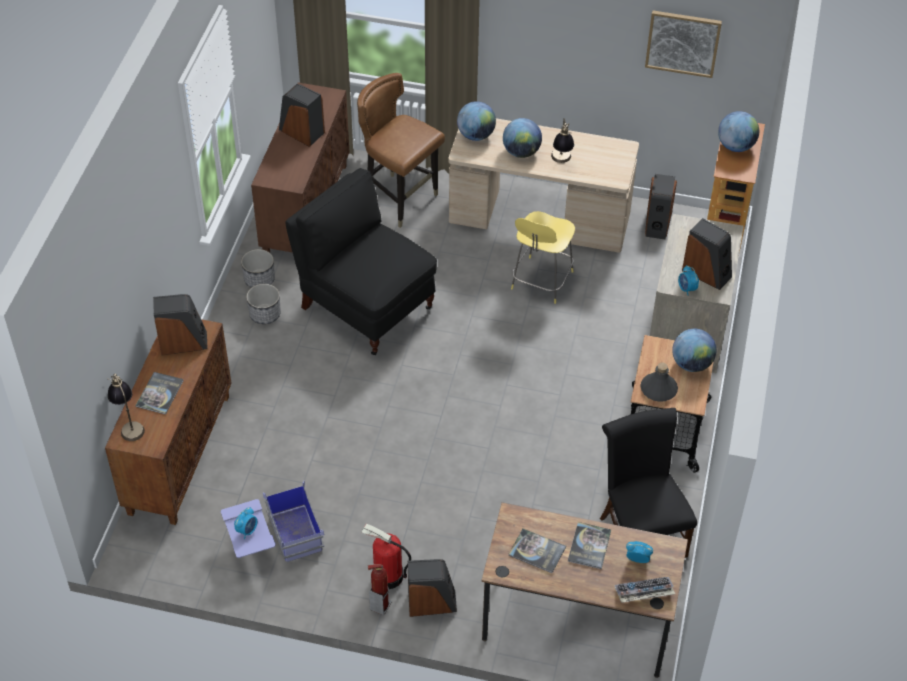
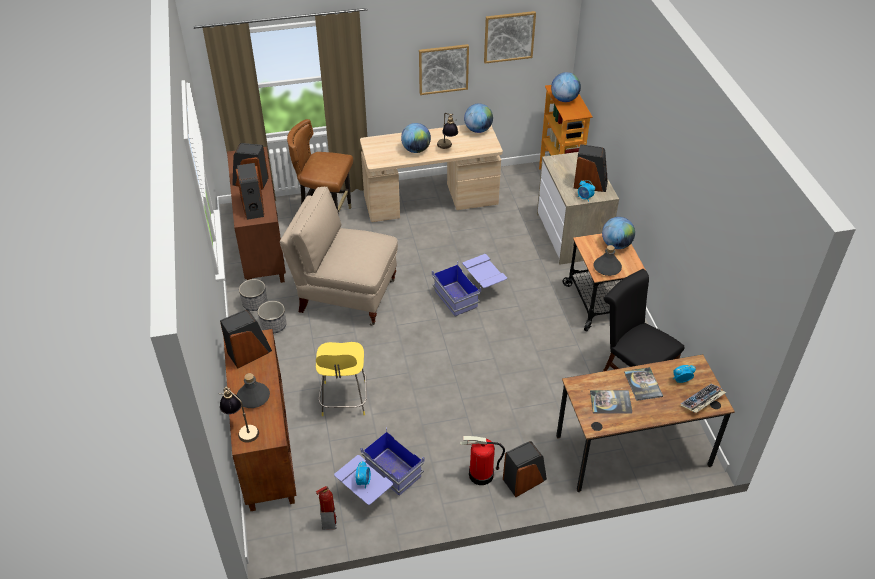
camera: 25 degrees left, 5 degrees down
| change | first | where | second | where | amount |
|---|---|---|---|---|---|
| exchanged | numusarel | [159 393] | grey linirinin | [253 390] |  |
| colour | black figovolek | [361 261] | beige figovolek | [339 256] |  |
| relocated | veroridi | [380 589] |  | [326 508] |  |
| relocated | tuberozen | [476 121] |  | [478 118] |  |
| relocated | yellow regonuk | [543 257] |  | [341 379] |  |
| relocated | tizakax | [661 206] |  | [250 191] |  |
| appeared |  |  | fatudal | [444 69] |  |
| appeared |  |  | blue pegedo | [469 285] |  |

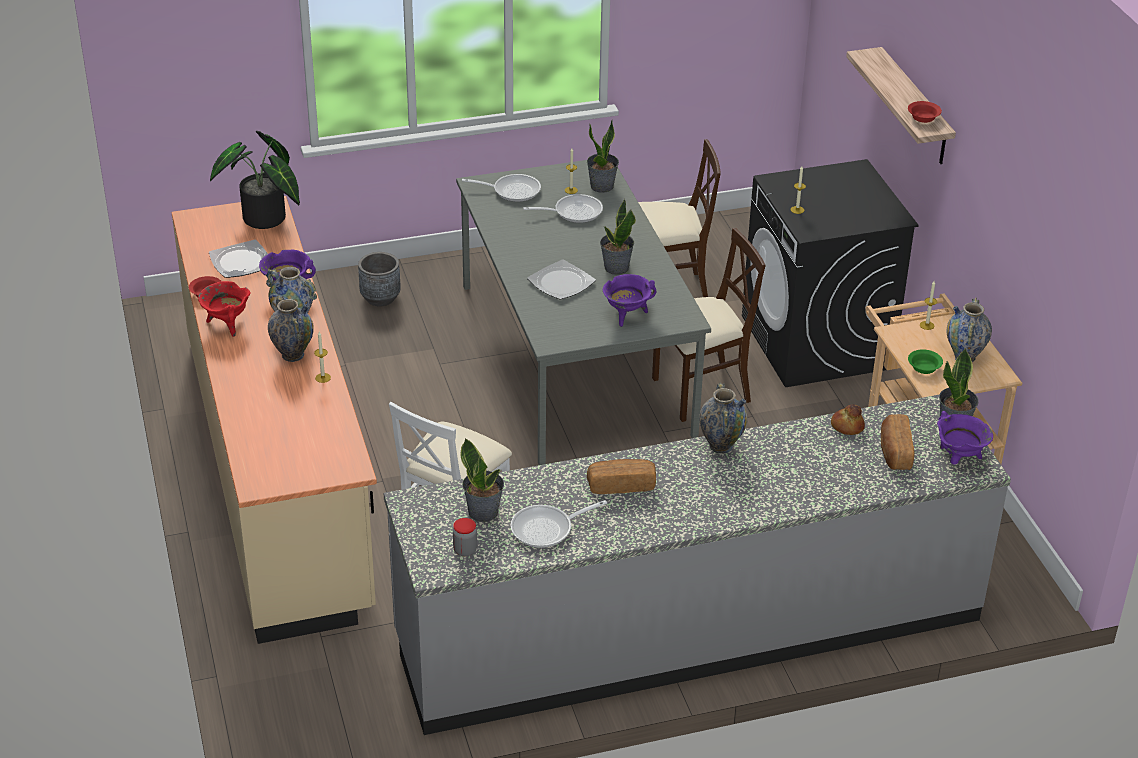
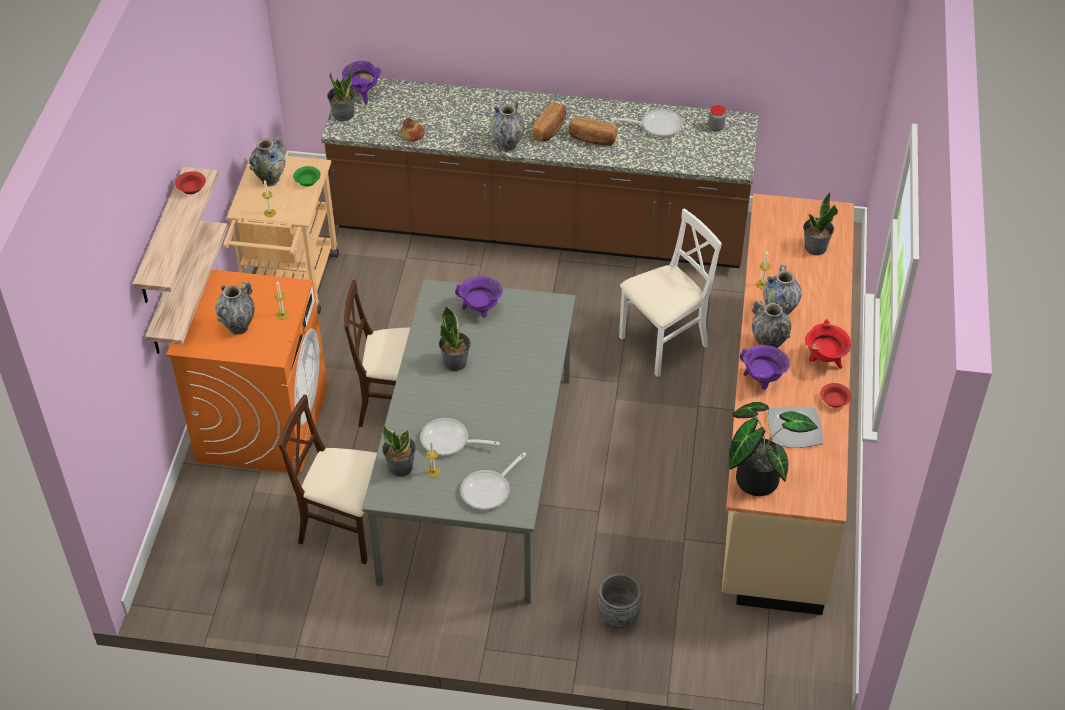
camera: 155 degrees left, 10 degrees up
| change | first | where | second | where | amount |
|---|---|---|---|---|---|
| colour | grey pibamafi | [697 565] | brown pibamafi | [540 172] |  |
| relocated | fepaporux | [482 480] |  | [820 223] |  |
| spun | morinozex | [501 188] |  | [493 481] | 75 degrees counterclockwise |
| missing | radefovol | [561 279] |  |  |  |
| colour | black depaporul | [830 273] | orange depaporul | [247 372] |  |
| relocated | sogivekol | [897 442] |  | [549 122] |  |
| appeared |  |  | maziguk | [186 287] |  |
| appeared |  |  | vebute | [235 308] |  |

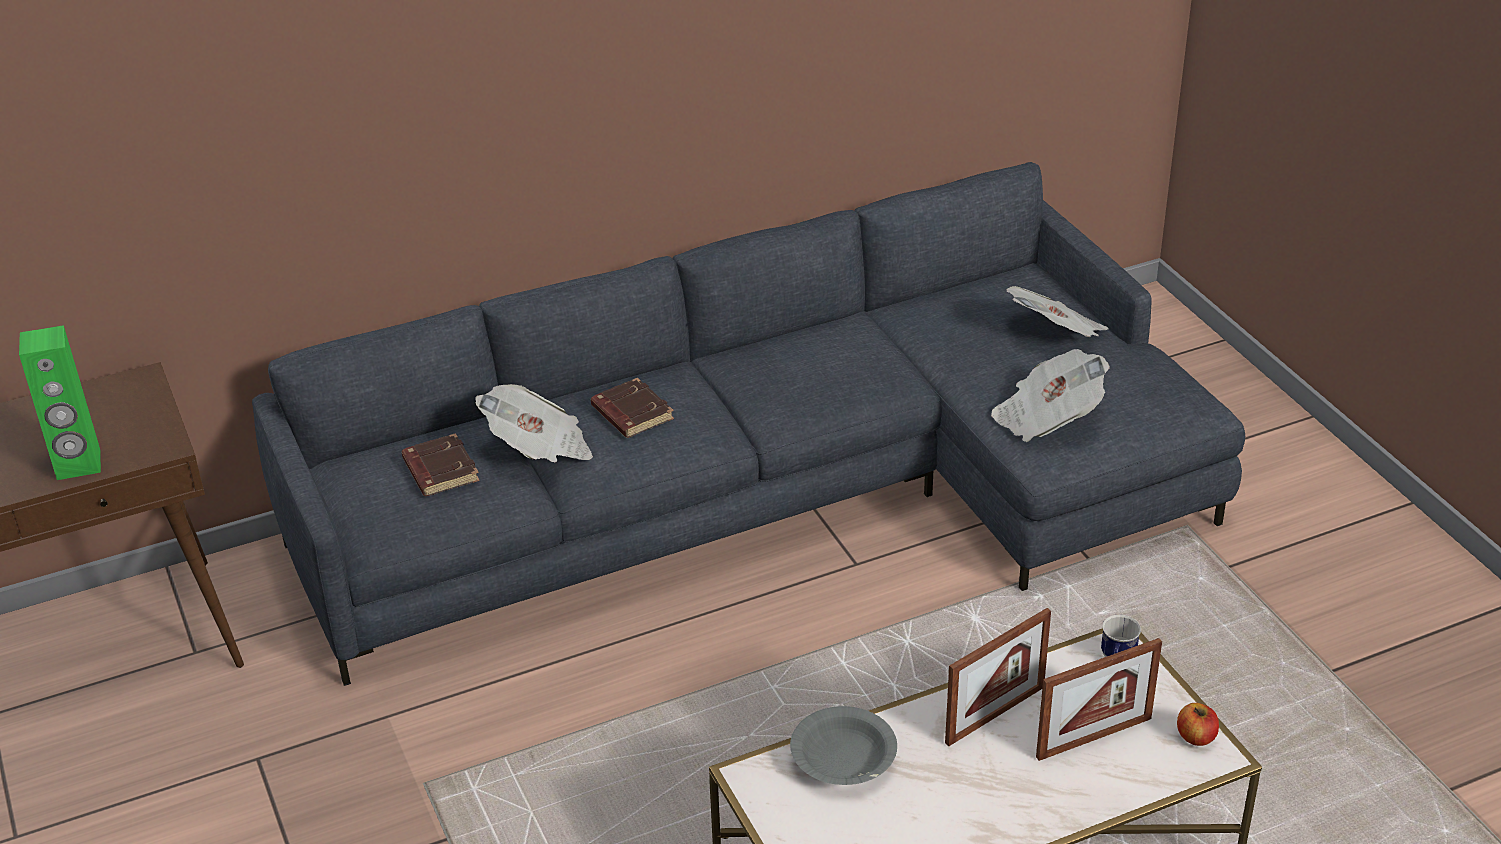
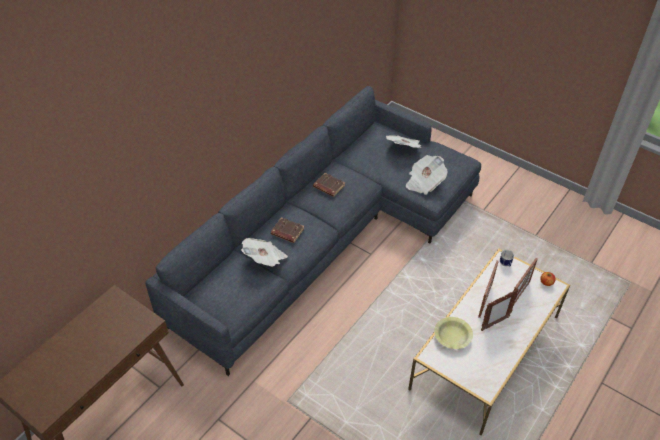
camera: 30 degrees left, 10 degrees up
| change | first | where | second | where | amount |
|---|---|---|---|---|---|
| missing | green tizakax | [60 402] |  |  |  |
| relocated | brown numusarel | [440 464] |  | [329 185] |  |
| colour | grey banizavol | [843 745] | yellow banizavol | [453 333] |  |
| appeared |  |  | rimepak | [500 310] |  |

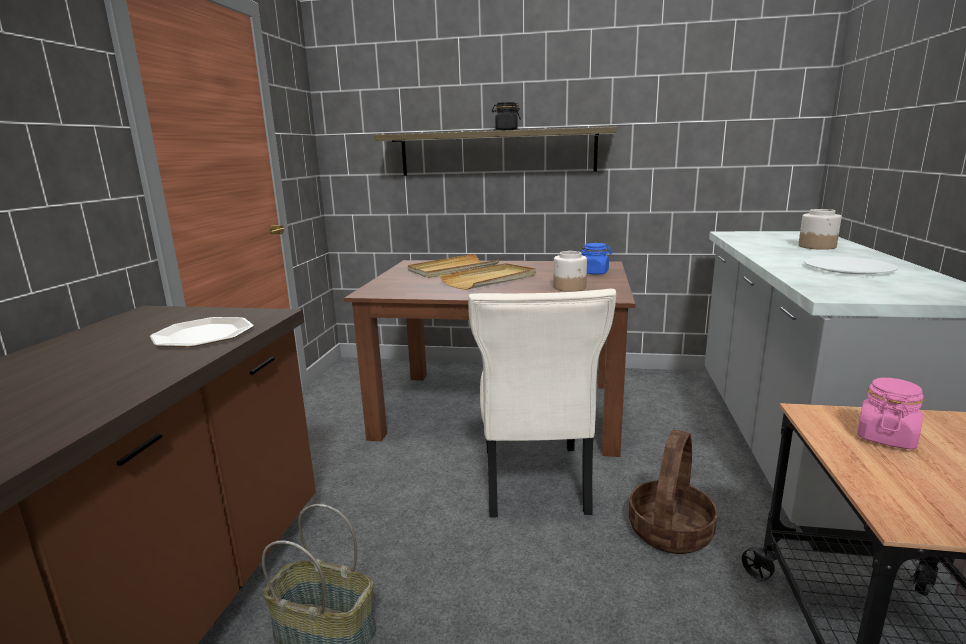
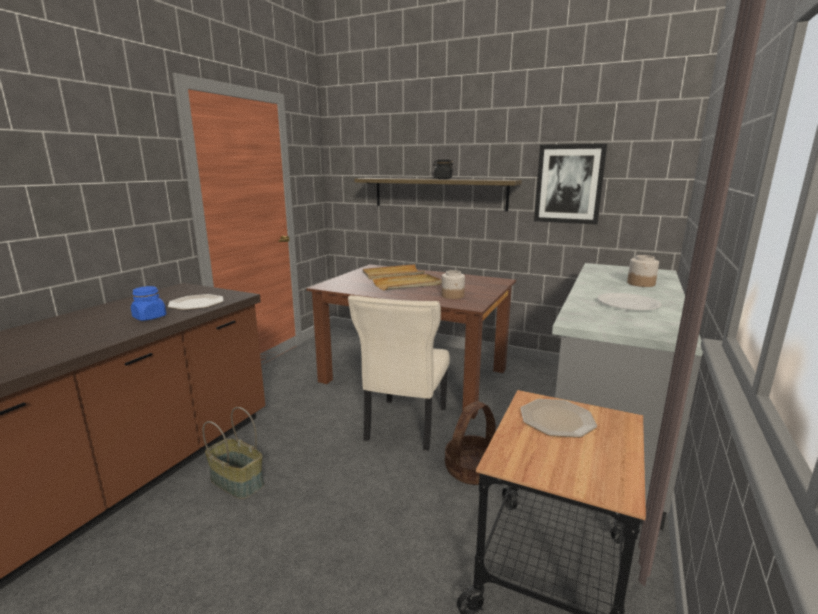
camera: 15 degrees right, 0 degrees up
| change | first | where | second | where | amount |
|---|---|---|---|---|---|
| relocated | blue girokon | [596 259] |  | [149 303] |  |
| exchanged | pink girokon | [890 413] | radefovol | [558 418] |  |
| appeared |  |  | fatudal | [570 184] |  |

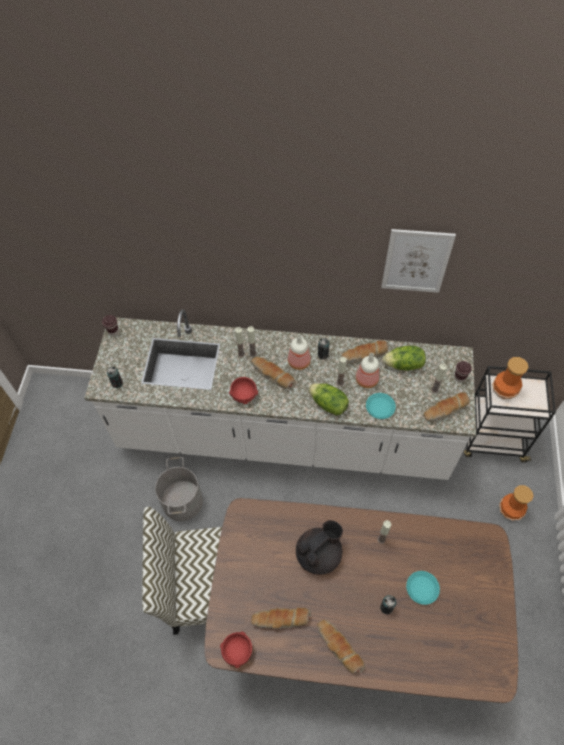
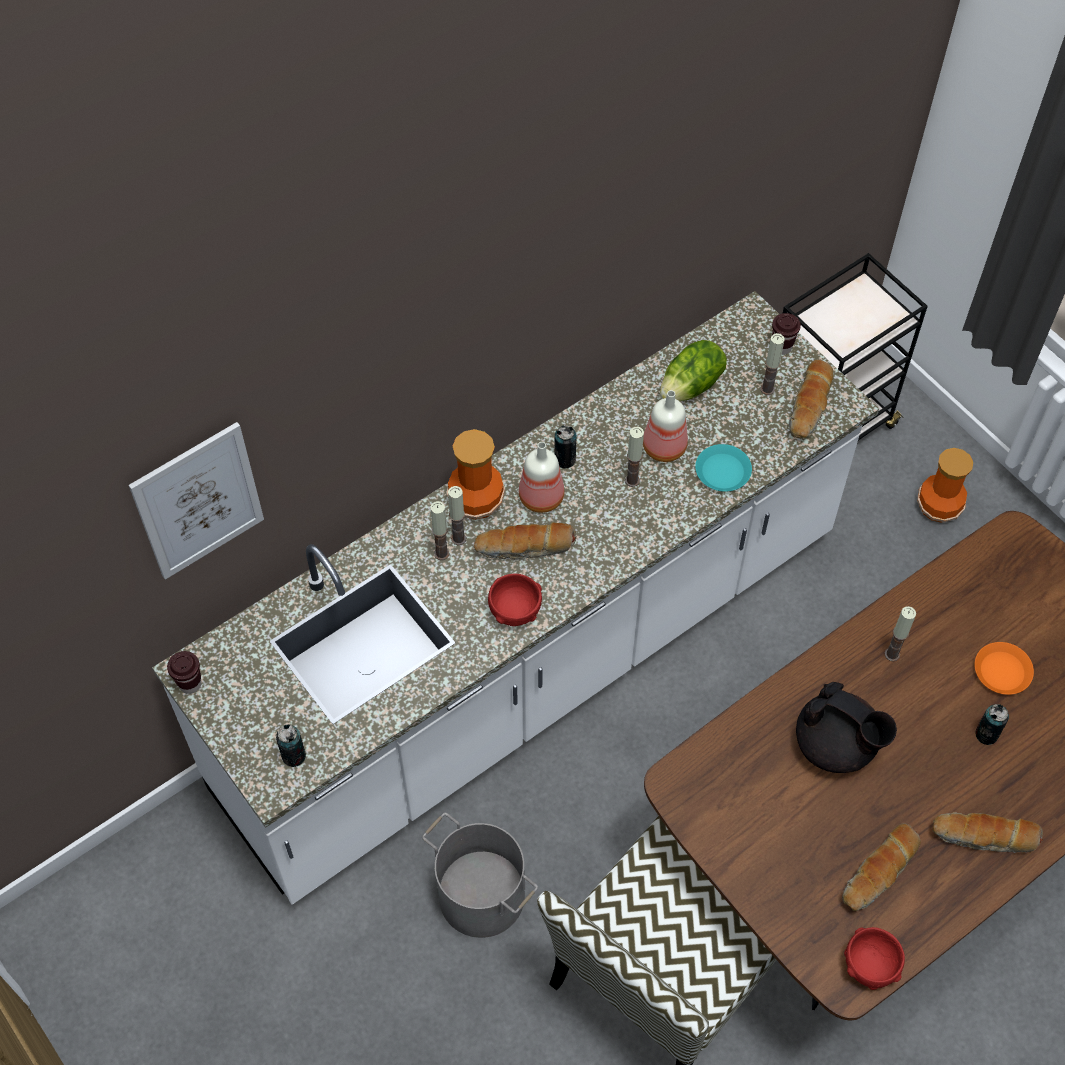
camera: 45 degrees left, 0 degrees up
| change | first | where | second | where | amount |
|---|---|---|---|---|---|
| spun | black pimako | [319 547] |  | [846 727] | 120 degrees clockwise |
| missing | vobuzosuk | [328 399] |  |  |  |
| missing | sogivekol | [365 351] |  |  |  |
| relocated | fatudal | [418 261] |  | [196 501] |  |
| colour | turquoise radefovol | [423 588] | orange radefovol | [1004 668] |  |
| relocated | vebute | [510 378] |  | [476 474] |  |

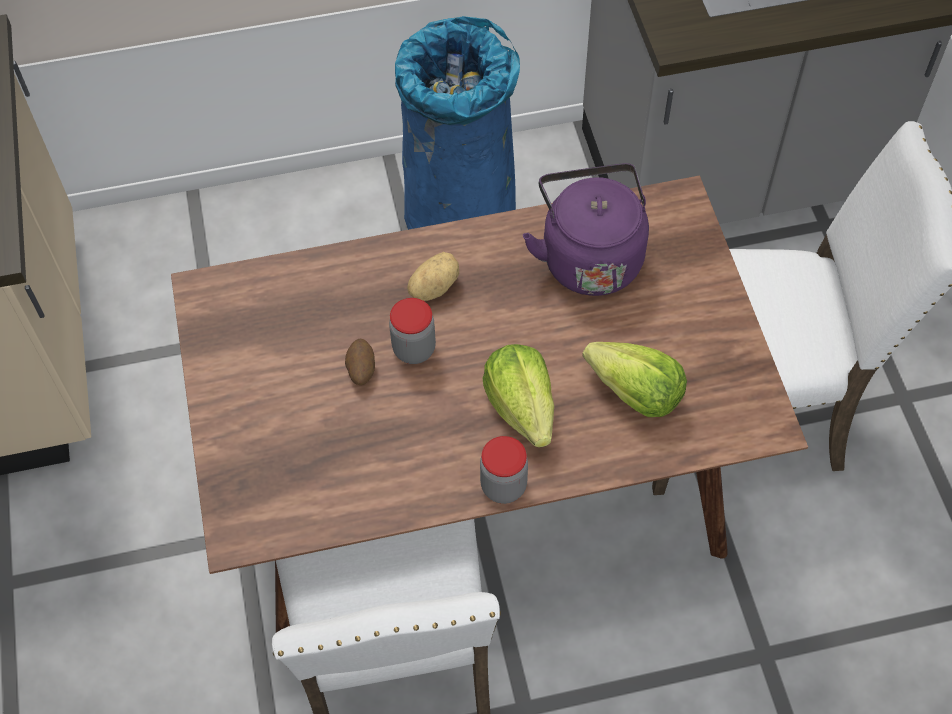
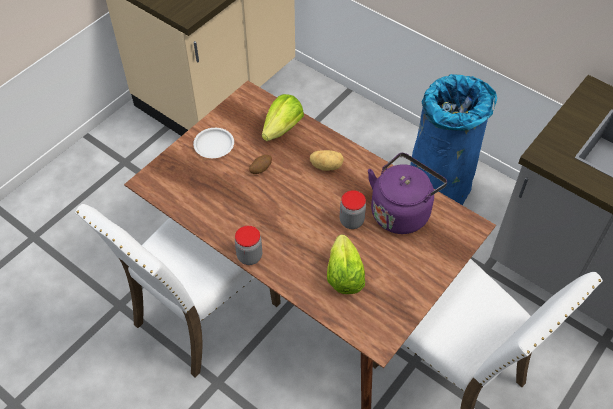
camera: 50 degrees right, 5 degrees down
| change | first | where | second | where | amount |
|---|---|---|---|---|---|
| relocated | girokon | [412 331] |  | [353 209] |  |
| relocated | vobuzosuk | [518 396] |  | [283 117] |  |
| appeared |  |  | white radefovol | [213 143] |  |

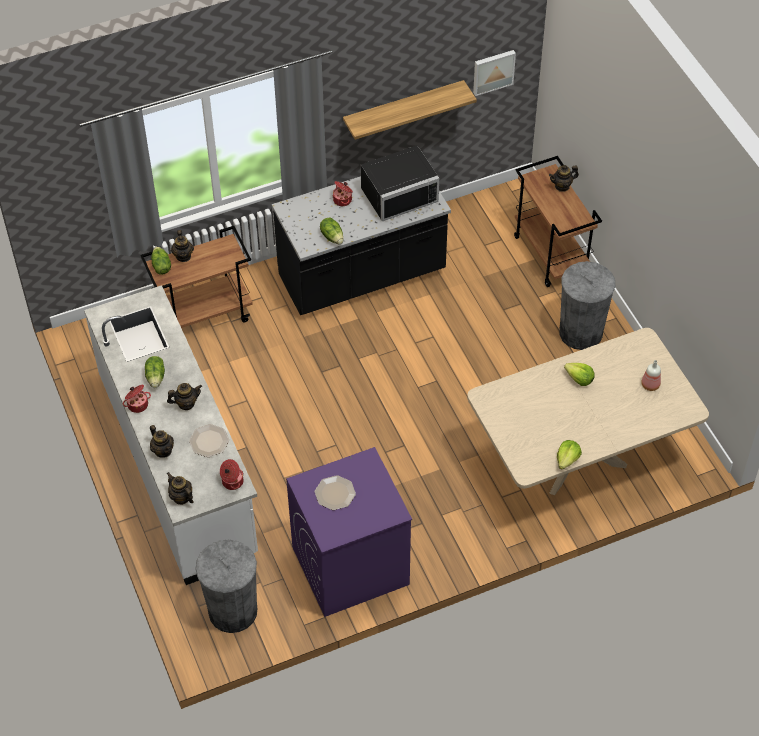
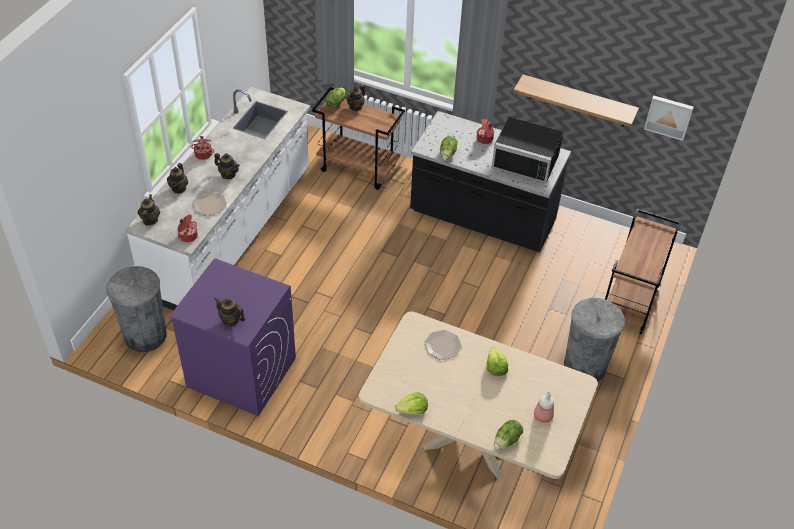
camera: 45 degrees right, 5 degrees down
| change | first | where | second | where | amount |
|---|---|---|---|---|---|
| relocated | vobuzosuk | [155 372] |  | [508 435] |  |
| relocated | radefovol | [335 492] |  | [443 345] |  |
| relocated | pimako | [564 178] |  | [229 312] |  |

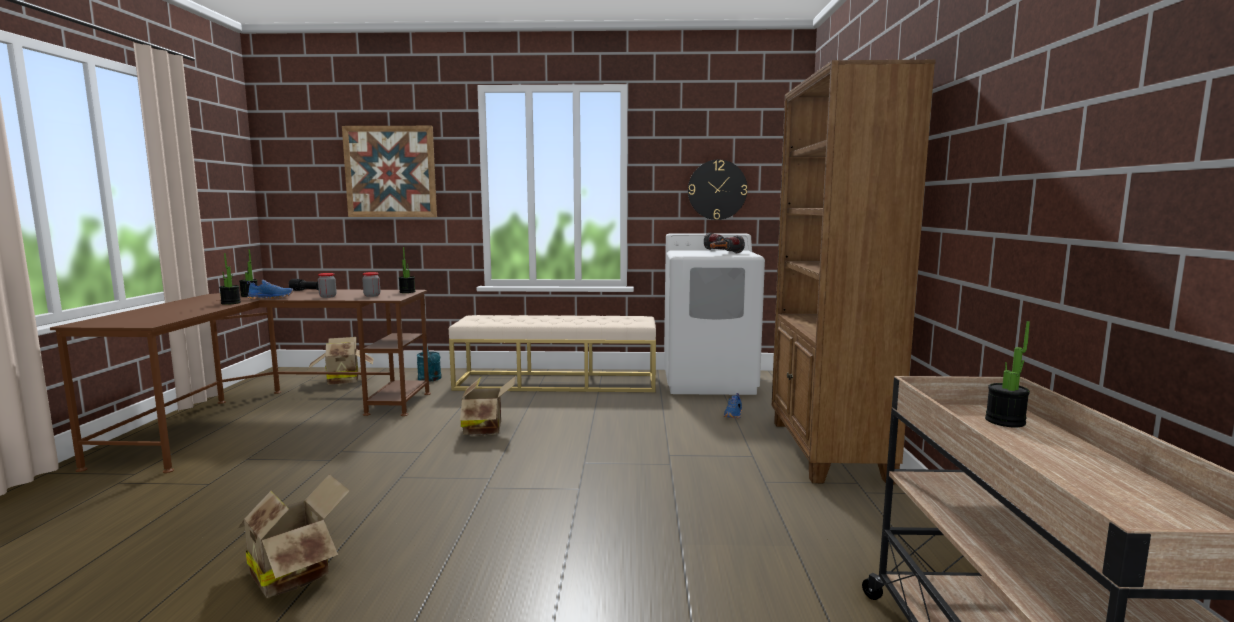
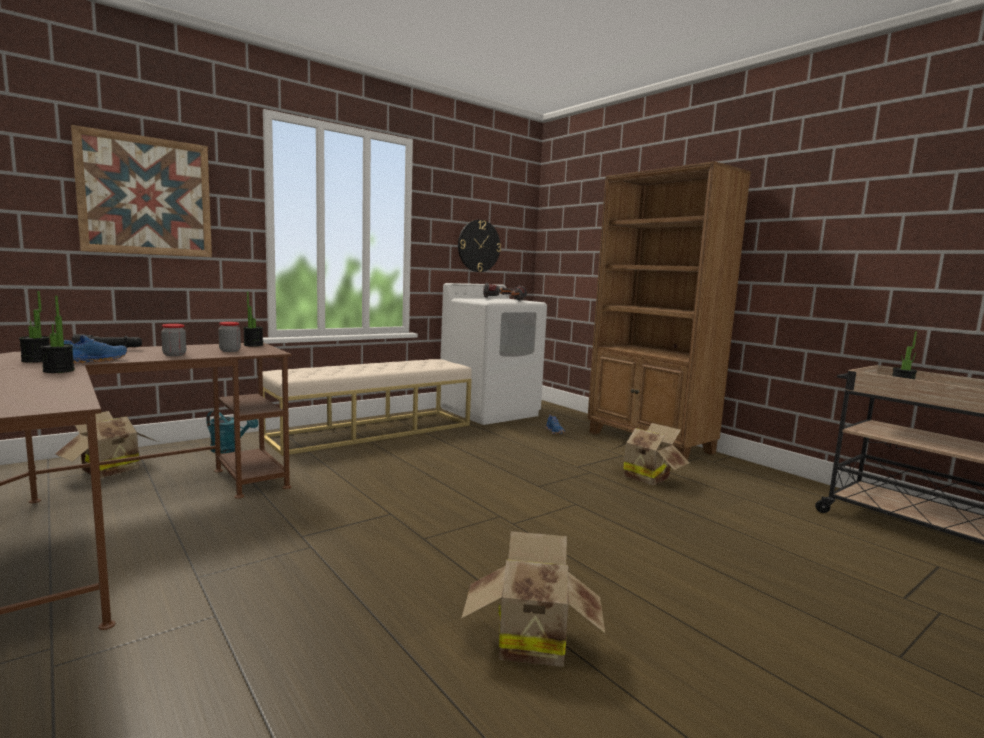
camera: 40 degrees left, 0 degrees up
| change | first | where | second | where | amount |
|---|---|---|---|---|---|
| relocated | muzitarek | [488 406] |  | [649 454] |  |

